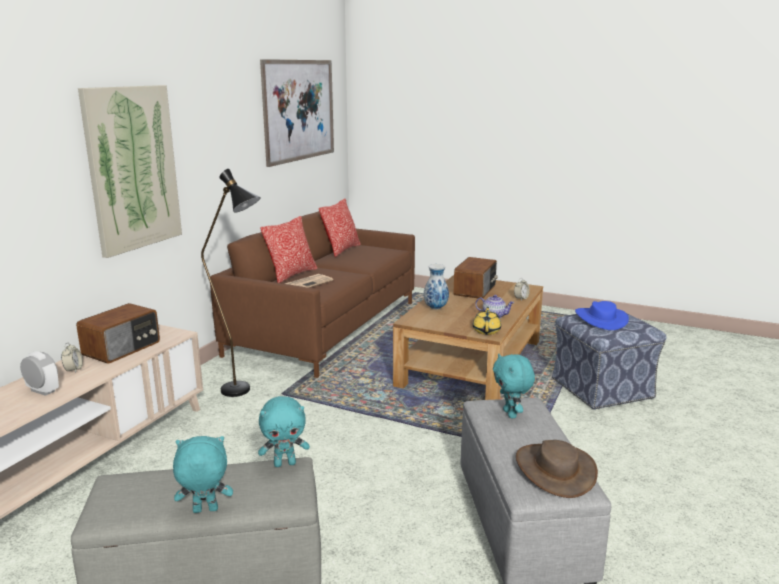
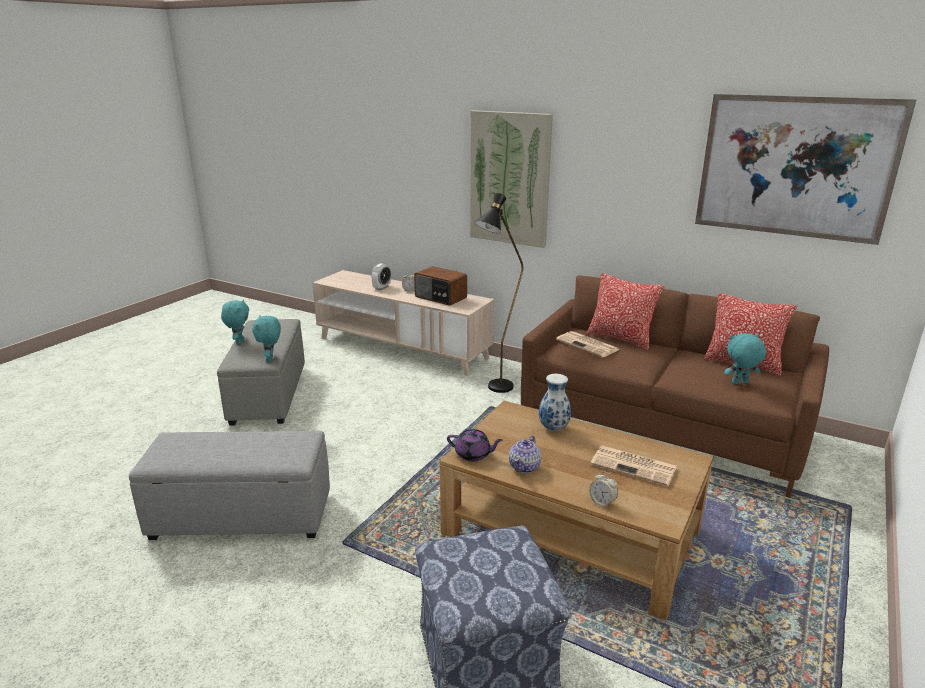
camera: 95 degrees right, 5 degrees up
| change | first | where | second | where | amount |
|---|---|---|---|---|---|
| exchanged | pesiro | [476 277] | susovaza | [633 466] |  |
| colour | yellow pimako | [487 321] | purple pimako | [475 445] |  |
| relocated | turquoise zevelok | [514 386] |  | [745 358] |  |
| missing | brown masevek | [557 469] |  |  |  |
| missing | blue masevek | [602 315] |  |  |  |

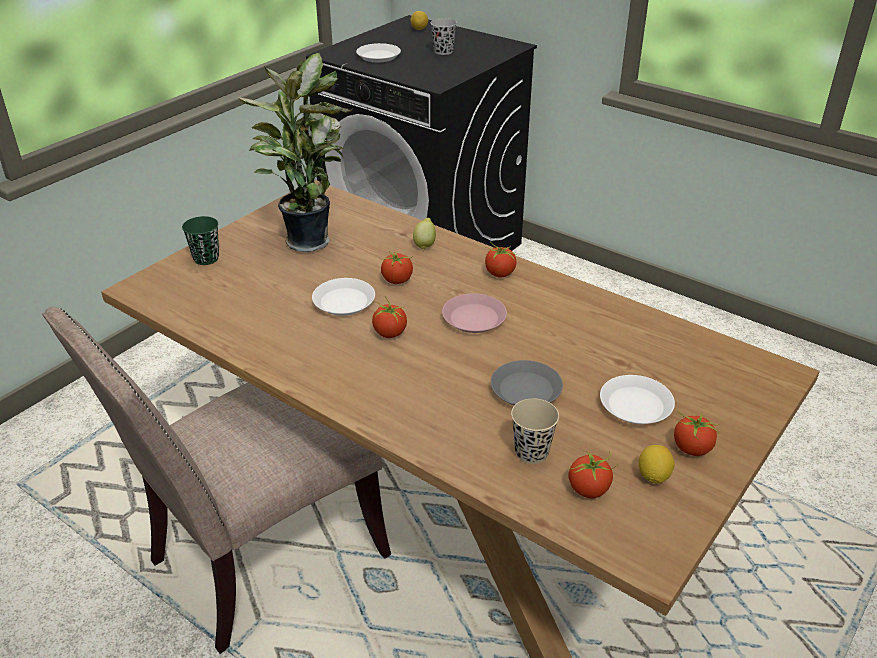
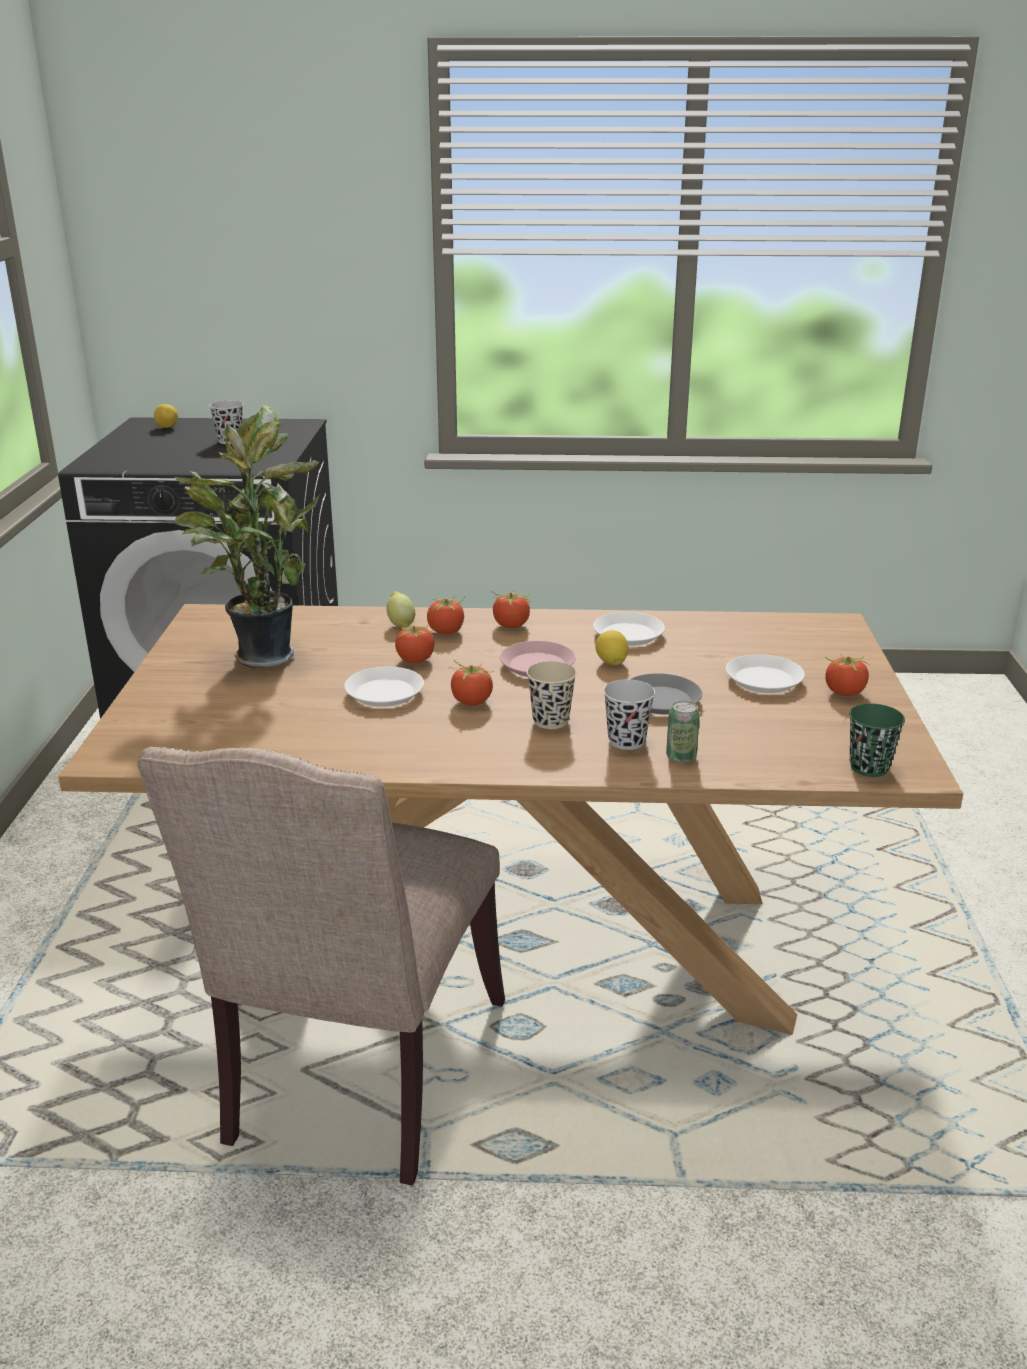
camera: 35 degrees left, 10 degrees down
| change | first | where | second | where | amount |
|---|---|---|---|---|---|
| relocated | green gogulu | [200 240] |  | [877 740] |  |
| relocated | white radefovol | [378 52] |  | [629 629] |  |
| relocated | beige gogulu | [535 431] |  | [552 695] |  |
| relocated | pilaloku | [593 474] |  | [446 613] |  |
| relocated | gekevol | [657 464] |  | [611 647] |  |
| appeared |  |  | black gogulu | [629 714] |  |
| appeared |  |  | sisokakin | [683 732] |  |

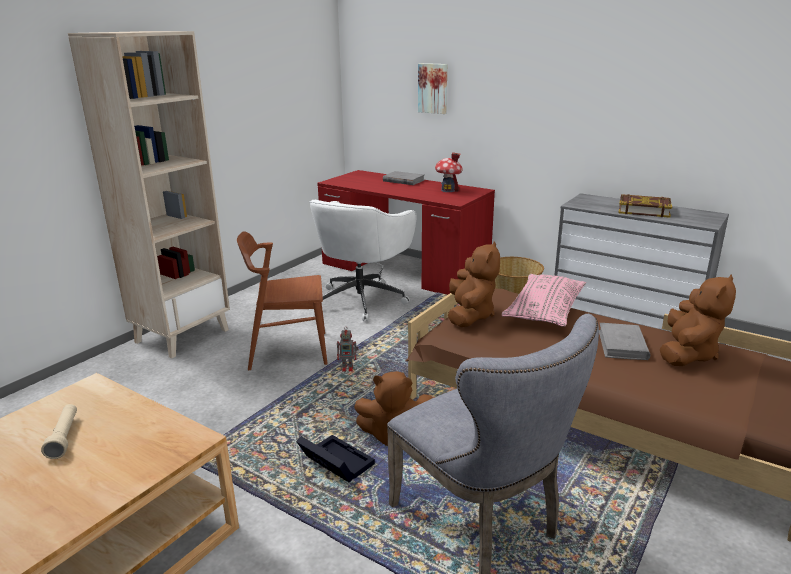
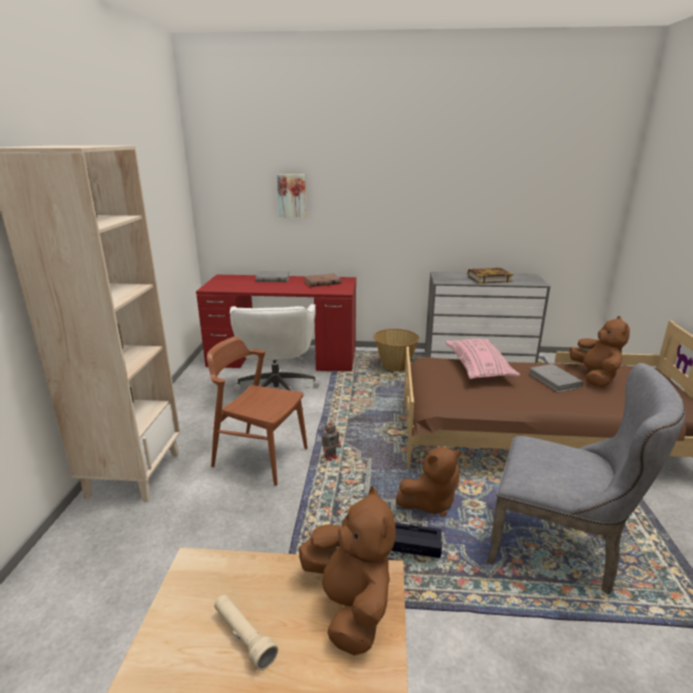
camera: 30 degrees left, 0 degrees up
| change | first | where | second | where | amount |
|---|---|---|---|---|---|
| spun | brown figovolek | [282 300] |  | [257 411] | 60 degrees clockwise |
| exchanged | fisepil | [449 172] | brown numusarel | [322 280] |  |
| relocated | brown zevelok | [474 284] |  | [347 570] |  |

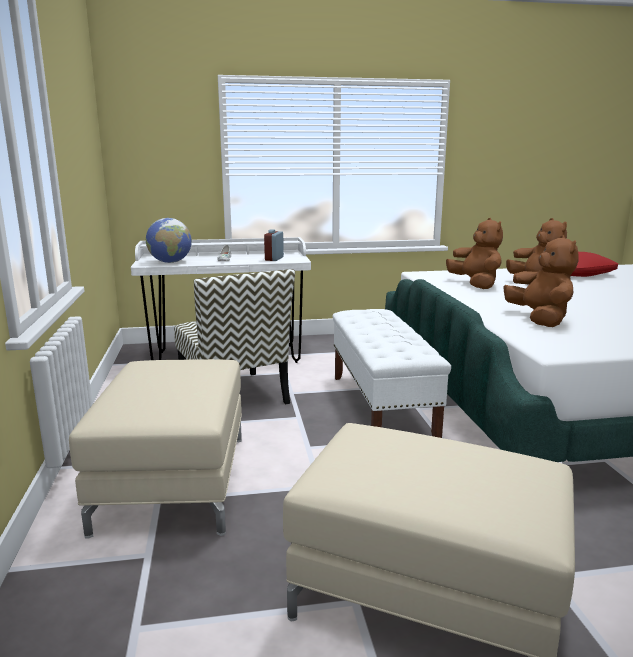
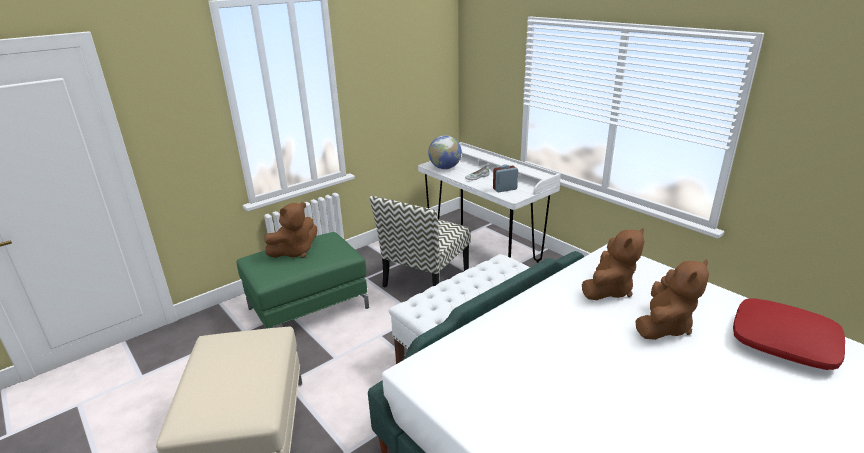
camera: 60 degrees right, 10 degrees up
| change | first | where | second | where | amount |
|---|---|---|---|---|---|
| colour | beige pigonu | [155 449] | green pigonu | [303 280] |  |
| relocated | brown zevelok | [541 281] |  | [290 230] |  |

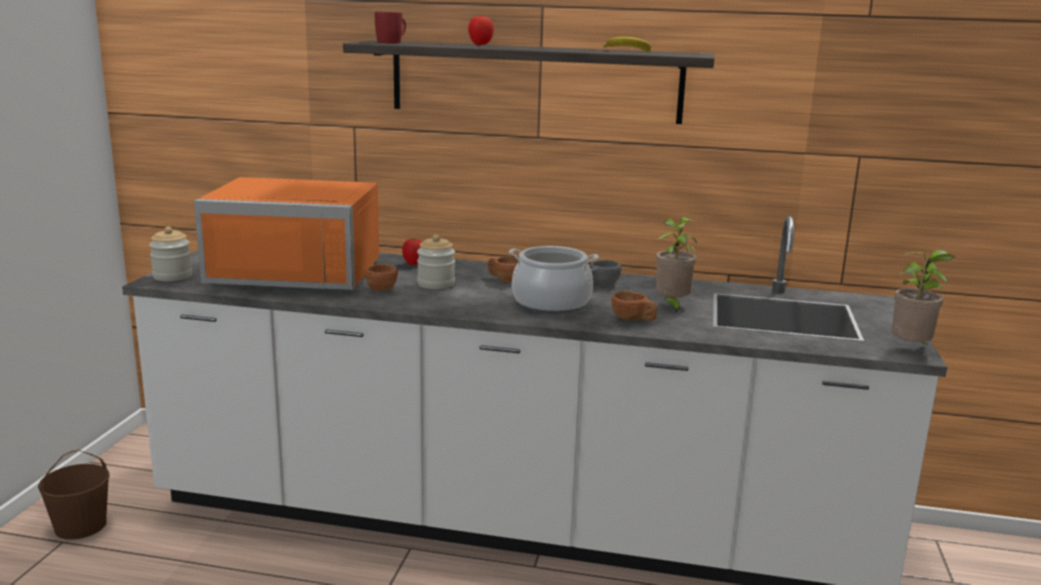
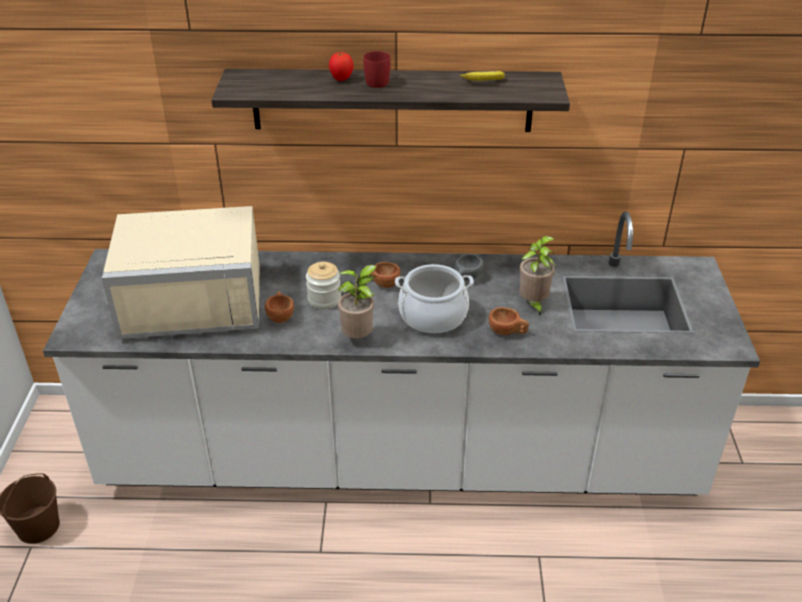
camera: 10 degrees left, 20 degrees up
| change | first | where | second | where | amount |
|---|---|---|---|---|---|
| missing | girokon | [170 254] |  |  |  |
| colour | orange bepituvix | [286 233] | beige bepituvix | [181 272] |  |
| relocated | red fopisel | [390 27] |  | [376 69] |  |
| missing | pilaloku | [412 251] |  |  |  |
| relocated | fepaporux | [923 297] |  | [357 301] |  |

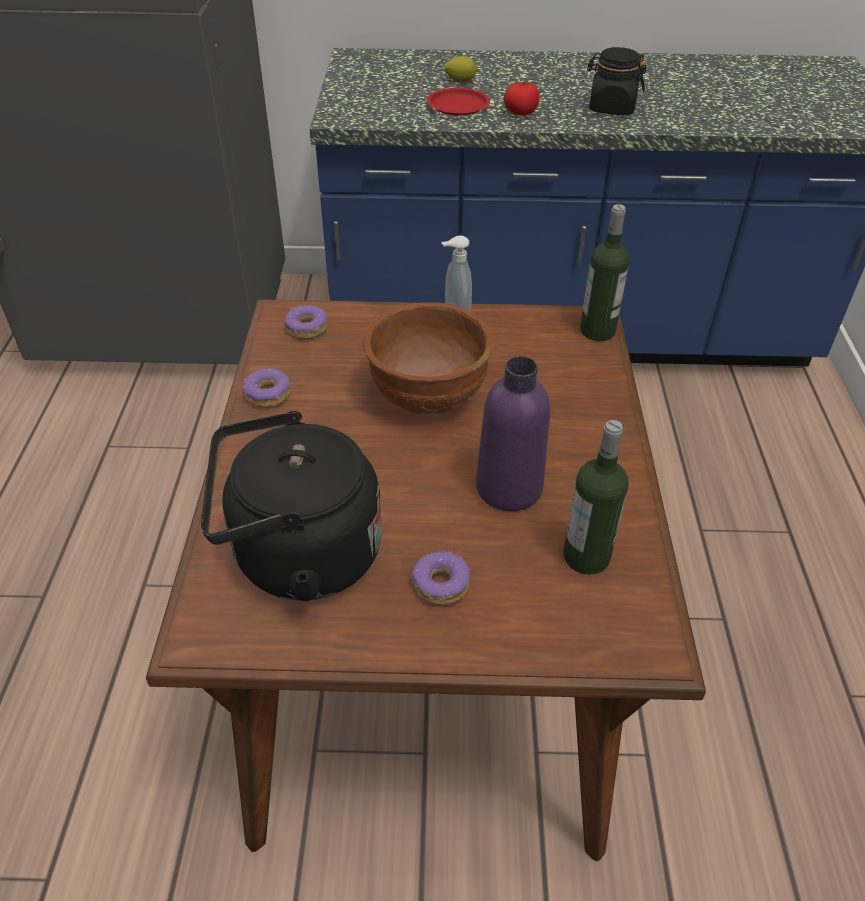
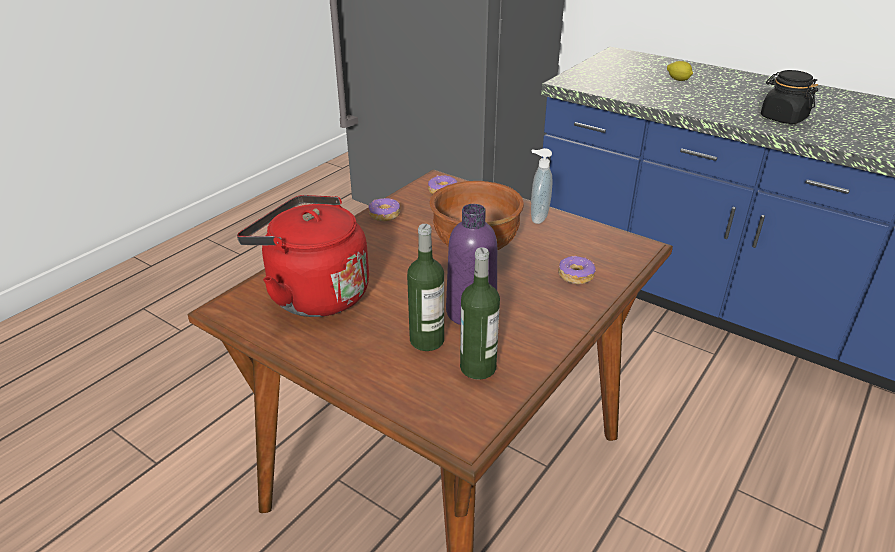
camera: 35 degrees right, 10 degrees down
| change | first | where | second | where | amount |
|---|---|---|---|---|---|
| colour | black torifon | [291 506] | red torifon | [303 256] |  |
| relocated | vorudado | [441 578] |  | [577 270] |  |
| missing | red radefovol | [458 102] |  |  |  |
| missing | pilaloku | [522 98] |  |  |  |
| relocated | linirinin | [605 272] |  | [425 287] |  |

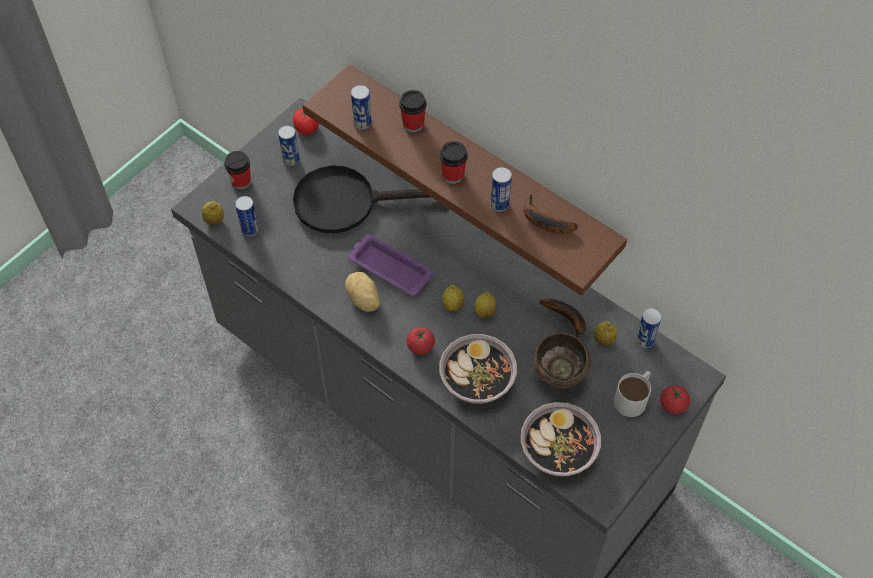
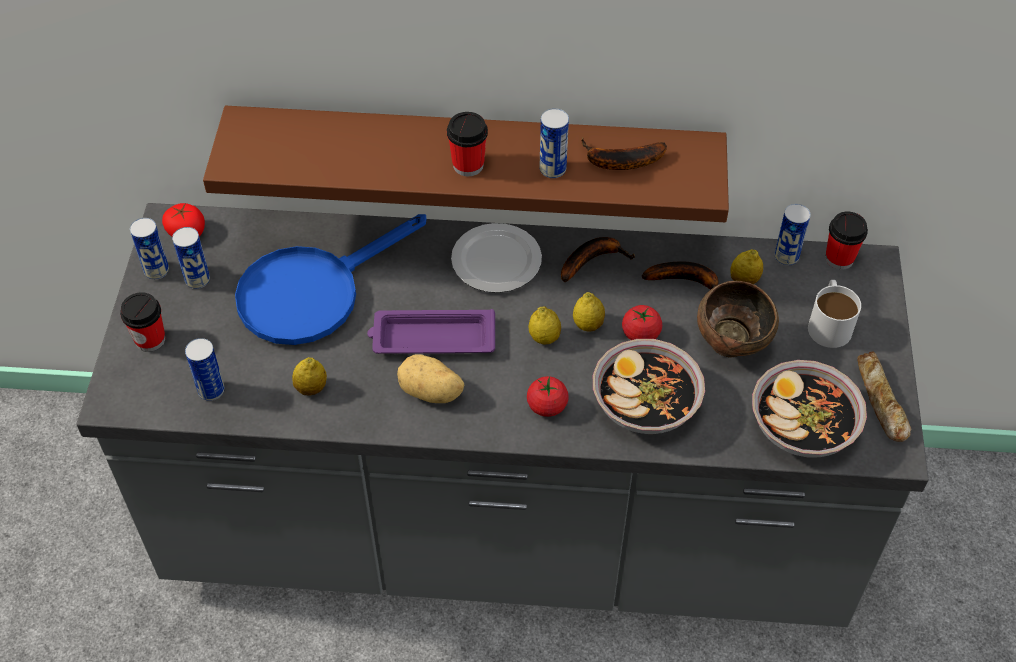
camera: 35 degrees left, 5 degrees down
| change | first | where | second | where | amount |
|---|---|---|---|---|---|
| relocated | gekevol | [213 213] |  | [309 376] |  |
| colour | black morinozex | [361 199] | blue morinozex | [330 279] |  |
| relocated | sisokakin | [361 107] |  | [149 249] |  |
| relocated | gogulu | [413 111] |  | [846 241] |  |
| relocated | pilaloku | [675 399] |  | [642 322] |  |
| appeared |  |  | radefovol | [496 258] |  |
| appeared |  |  | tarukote | [598 260] |  |
| appeared |  |  | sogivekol | [884 397] |  |

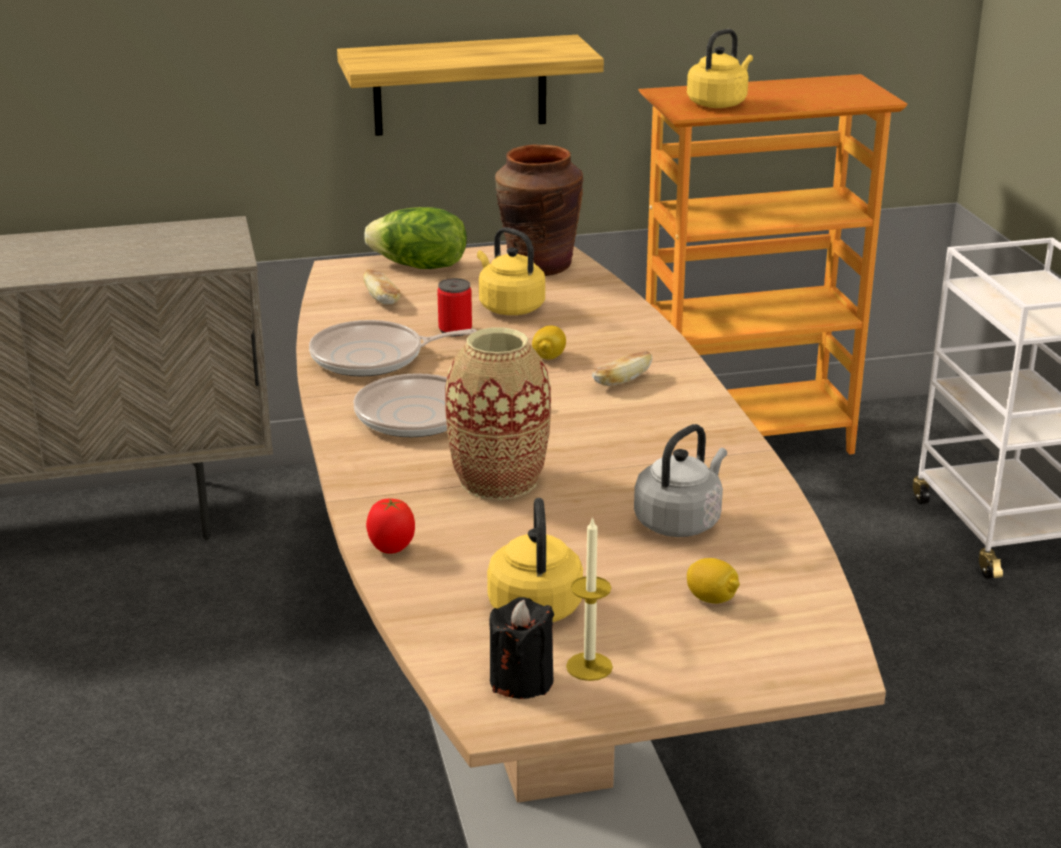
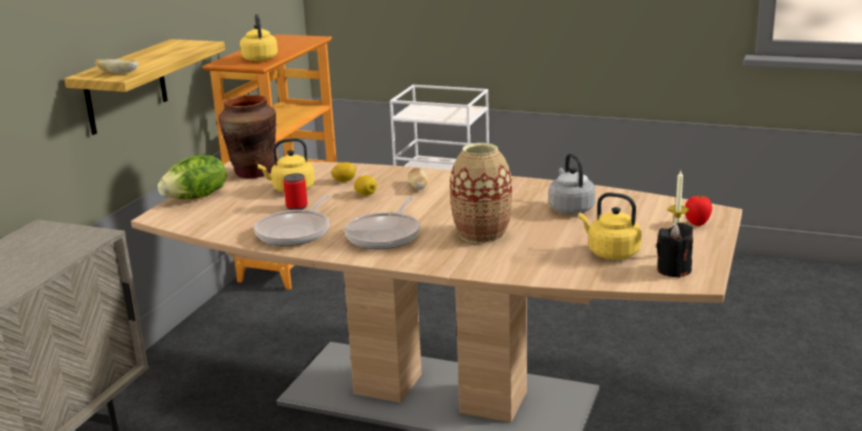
camera: 55 degrees left, 5 degrees down
| change | first | where | second | where | amount |
|---|---|---|---|---|---|
| relocated | sogivekol | [382 287] |  | [117 66] |  |
| relocated | pilaloku | [390 526] |  | [698 210] |  |
| relocated | gekevol | [713 581] |  | [344 172] |  |

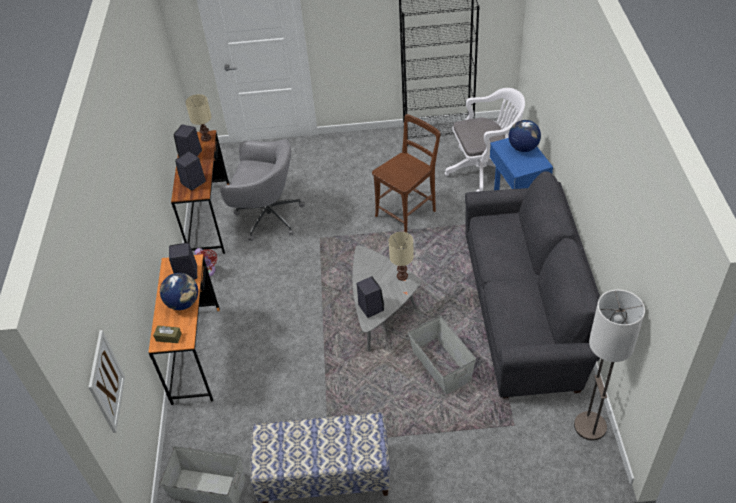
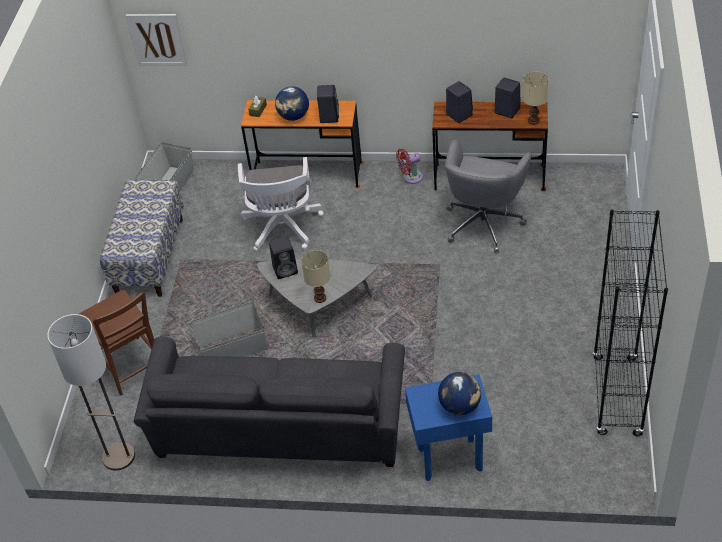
camera: 100 degrees right, 0 degrees up
| change | first | where | second | where | amount |
|---|---|---|---|---|---|
| relocated | brown figovolek | [406 173] |  | [116 343] |  |
| relocated | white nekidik | [485 140] |  | [281 204] |  |

